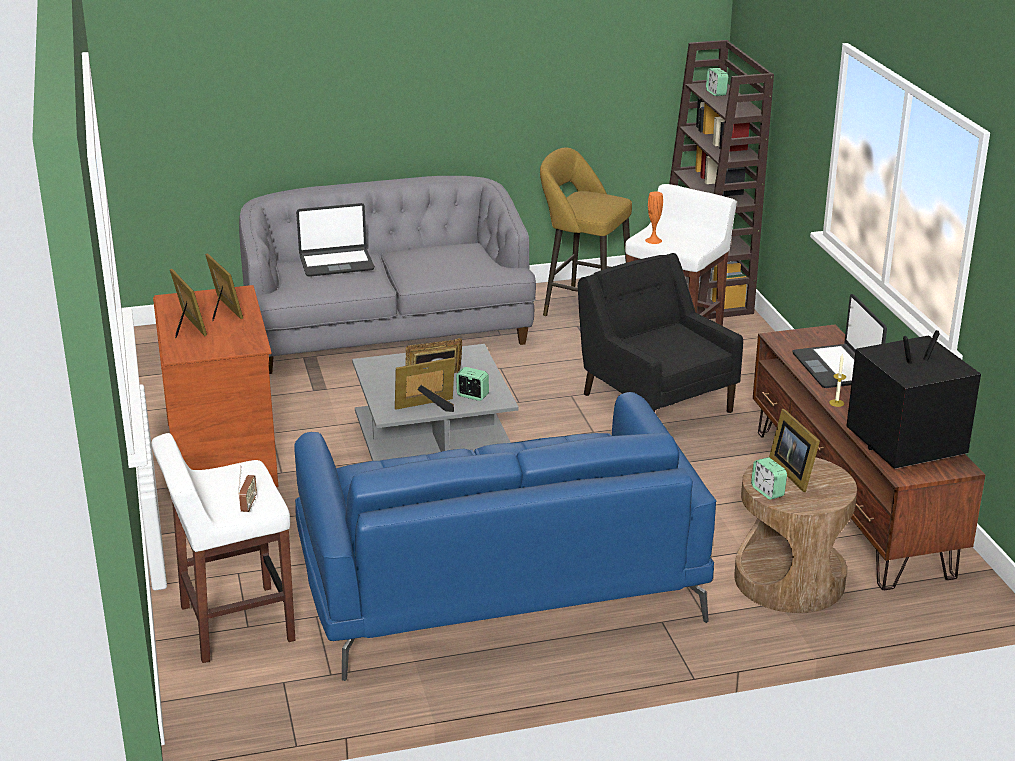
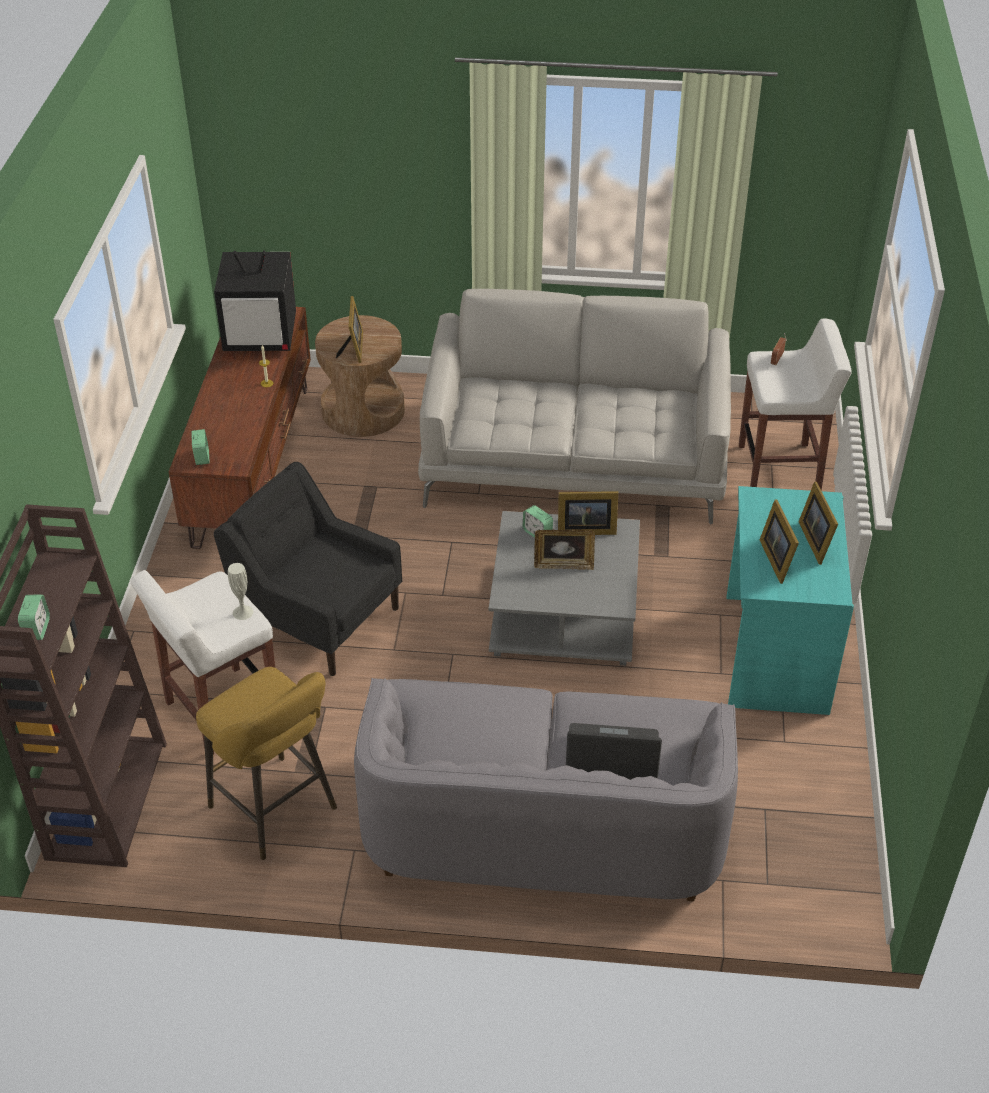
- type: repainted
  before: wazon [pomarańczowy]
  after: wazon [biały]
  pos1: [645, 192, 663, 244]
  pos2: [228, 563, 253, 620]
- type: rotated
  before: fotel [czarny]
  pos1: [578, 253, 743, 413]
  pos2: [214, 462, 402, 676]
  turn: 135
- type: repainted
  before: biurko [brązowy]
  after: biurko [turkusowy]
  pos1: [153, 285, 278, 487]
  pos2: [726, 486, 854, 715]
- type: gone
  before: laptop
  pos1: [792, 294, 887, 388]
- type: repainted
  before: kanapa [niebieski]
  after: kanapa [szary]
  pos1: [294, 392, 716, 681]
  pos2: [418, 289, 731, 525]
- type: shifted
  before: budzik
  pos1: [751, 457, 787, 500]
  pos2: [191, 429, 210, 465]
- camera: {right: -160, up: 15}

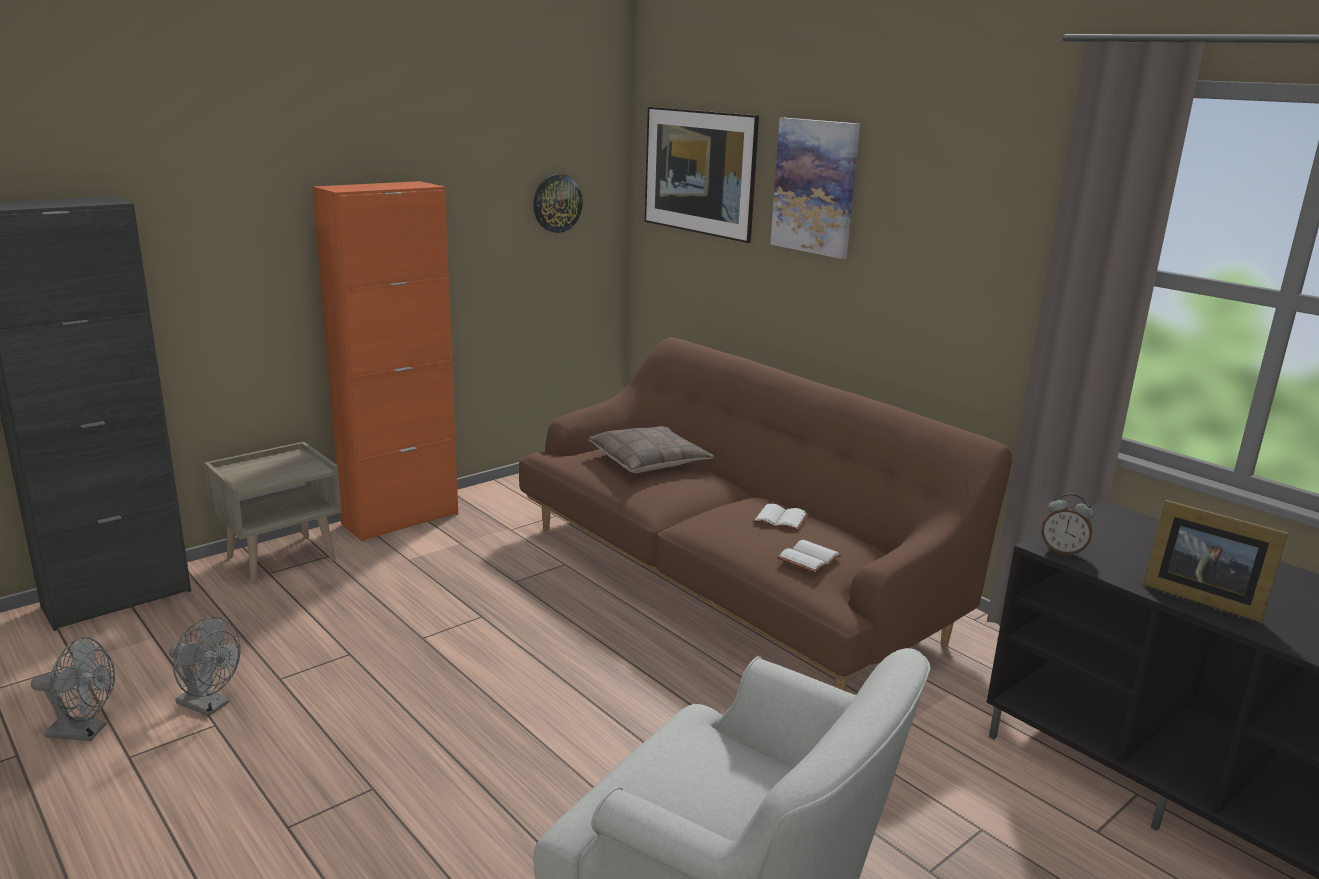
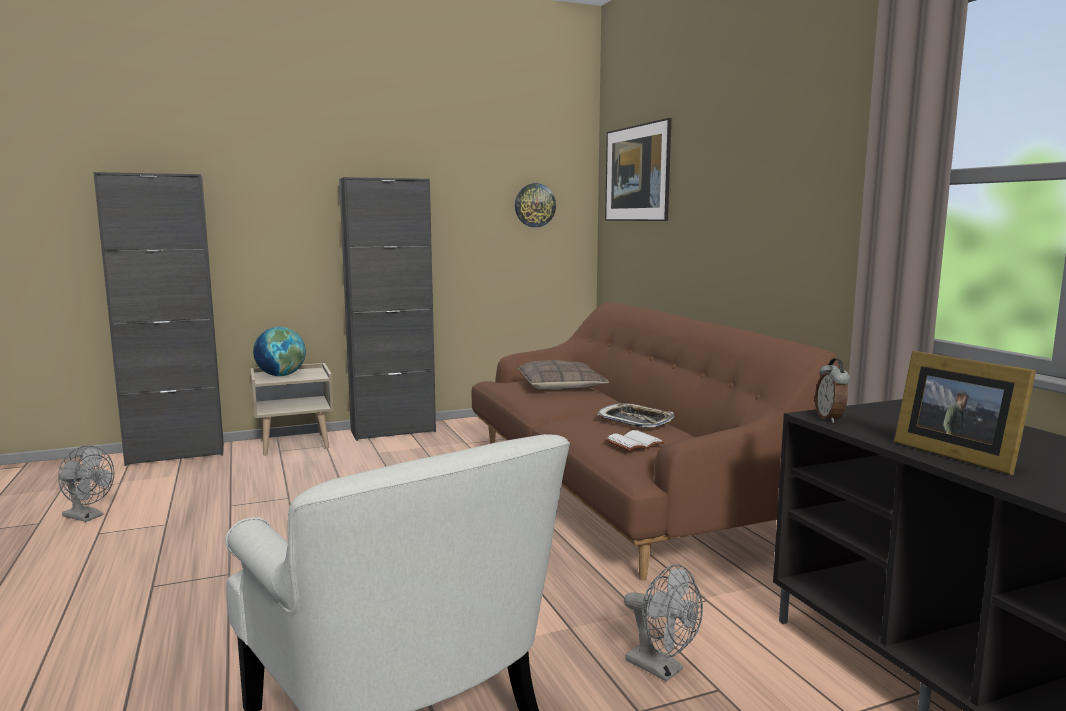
- type: gone
  before: obraz
  pos1: [770, 118, 860, 259]
- type: repainted
  before: szafka [pomarańczowy]
  after: szafka [czarny]
  pos1: [312, 181, 458, 542]
  pos2: [339, 177, 436, 441]
- type: rotated
  before: budzik
  pos1: [1042, 493, 1094, 556]
  pos2: [815, 358, 850, 423]
  turn: 45
- type: swapped
  before: książka [biały]
  after: taca
  pos1: [753, 504, 808, 531]
  pos2: [597, 403, 674, 428]
- type: shifted
  before: wentylator [szary]
  pos1: [169, 617, 241, 716]
  pos2: [624, 564, 703, 682]
- type: new
  after: globus
  pos2: [253, 327, 306, 376]
- camera: {right: 20, up: -10}

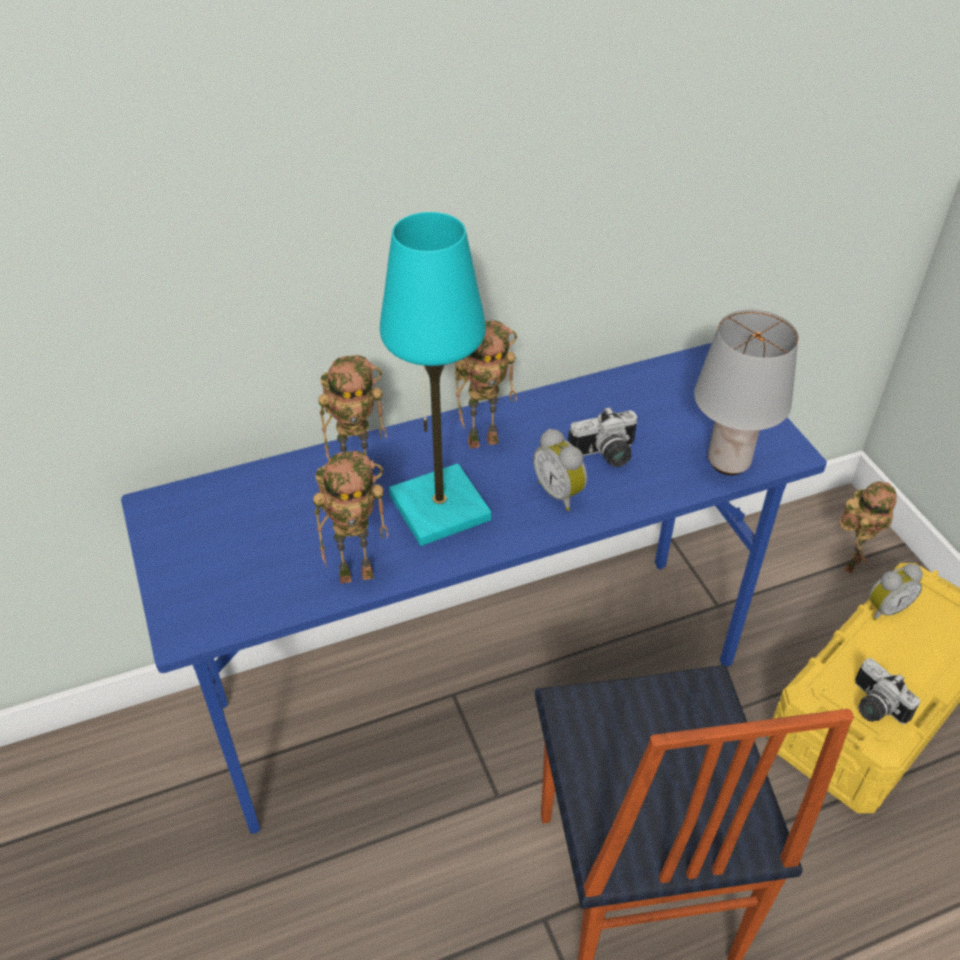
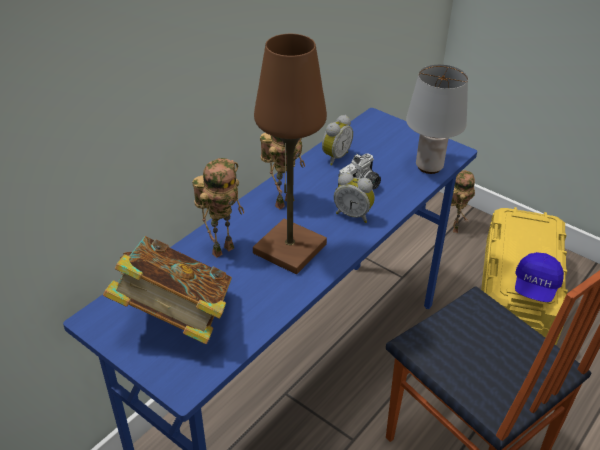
- type: repainted
  before: lampa stołowa [turkusowy]
  after: lampa stołowa [brązowy]
  pos1: [380, 212, 491, 546]
  pos2: [253, 34, 327, 274]
- type: gone
  before: robot zabawkowy
  pos1: [313, 451, 388, 584]
- type: shifted
  before: budzik
  pos1: [869, 564, 923, 621]
  pos2: [322, 115, 353, 165]
- type: swapped
  before: aparat fotograficzny
  after: czapka z daszkiem [niebieski]
  pos1: [855, 658, 920, 724]
  pos2: [515, 252, 564, 302]
- type: new
  after: książka
  pos2: [103, 236, 232, 344]
- camera: {right: -30, up: -5}

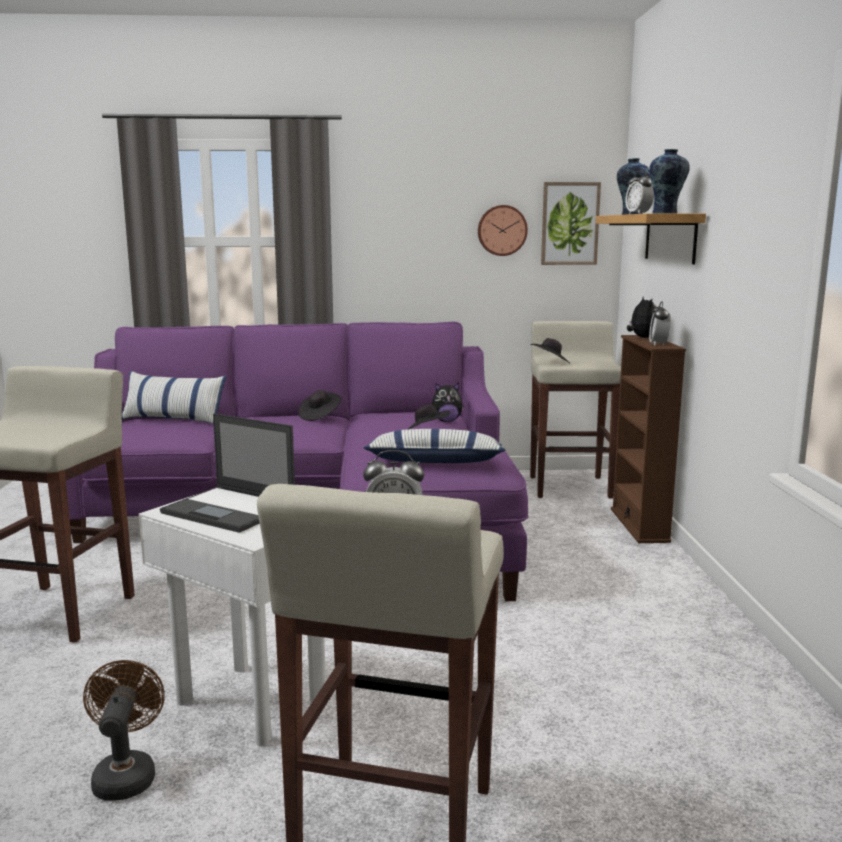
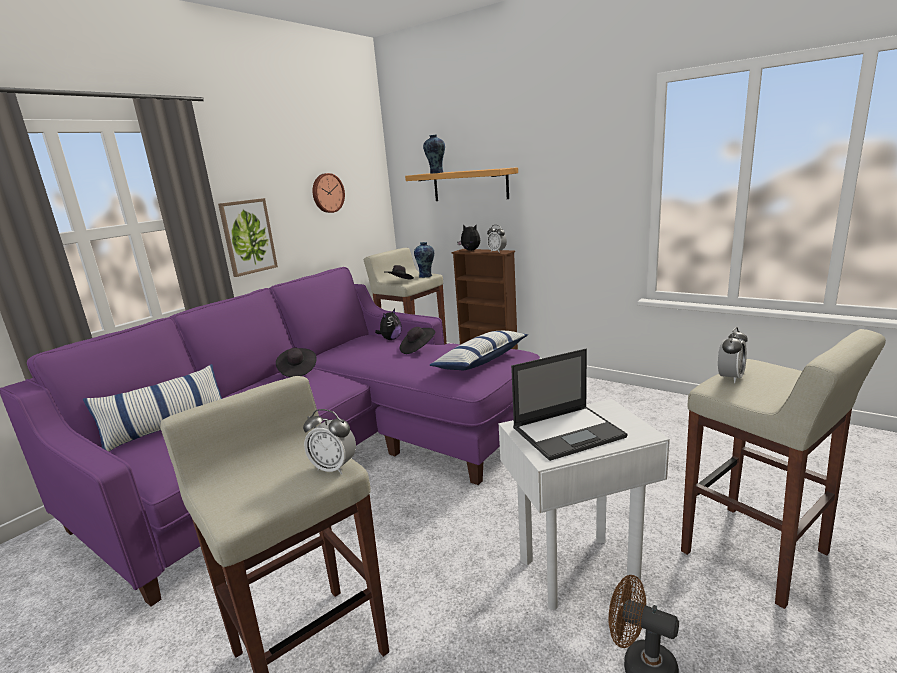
- type: shifted
  before: wazon
  pos1: [649, 149, 690, 214]
  pos2: [414, 242, 434, 278]
- type: shifted
  before: budzik
  pos1: [625, 171, 654, 214]
  pos2: [303, 409, 356, 475]
- type: shifted
  before: obraz
  pos1: [541, 182, 601, 265]
  pos2: [218, 198, 278, 277]
- camera: {right: -50, up: 5}

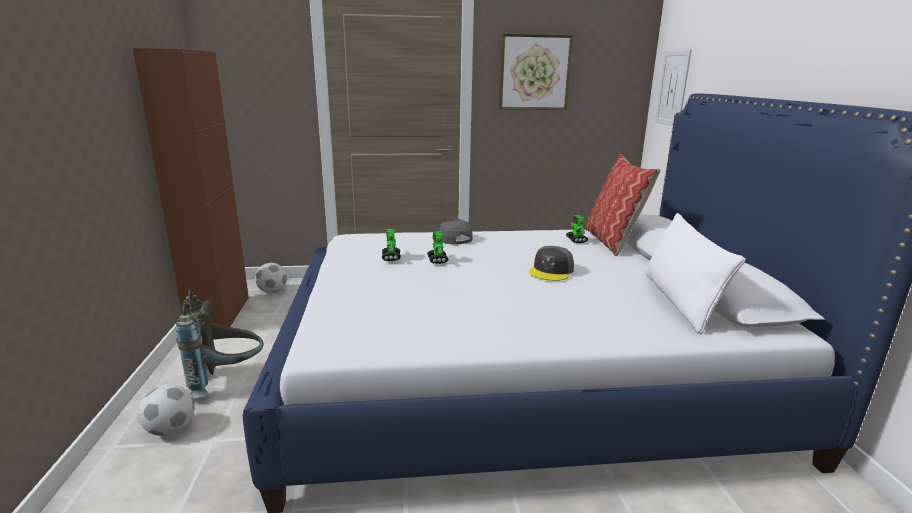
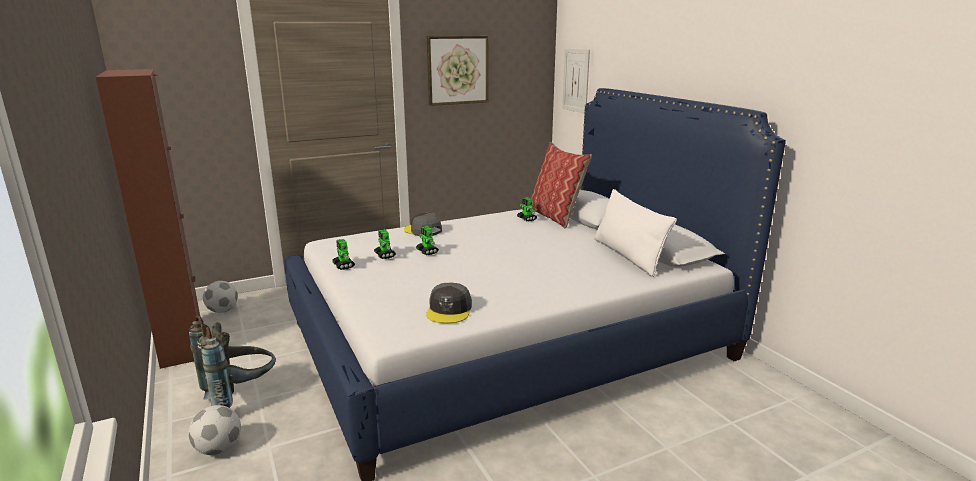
- type: shifted
  before: czapka z daszkiem [szary]
  pos1: [529, 246, 574, 281]
  pos2: [426, 283, 472, 324]
- type: new
  after: robot zabawkowy
  pos2: [332, 239, 355, 270]
- camera: {right: -20, up: 0}

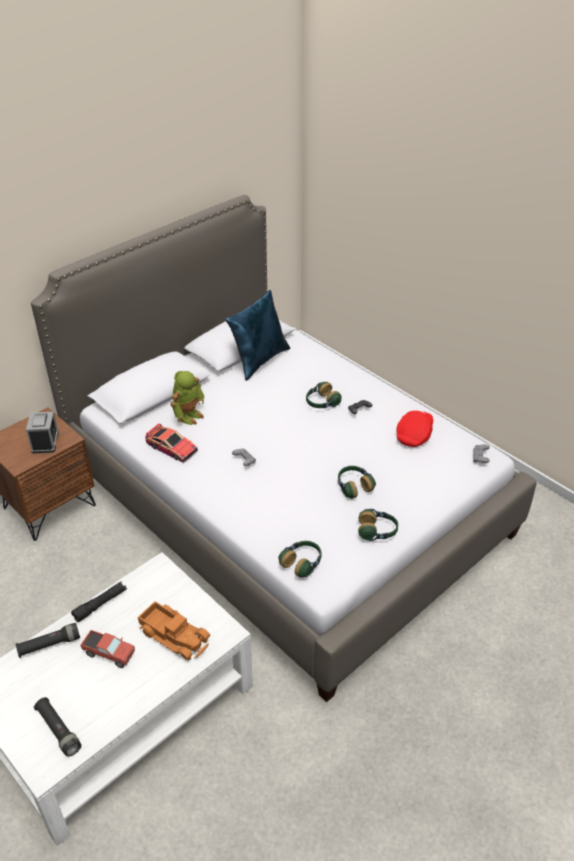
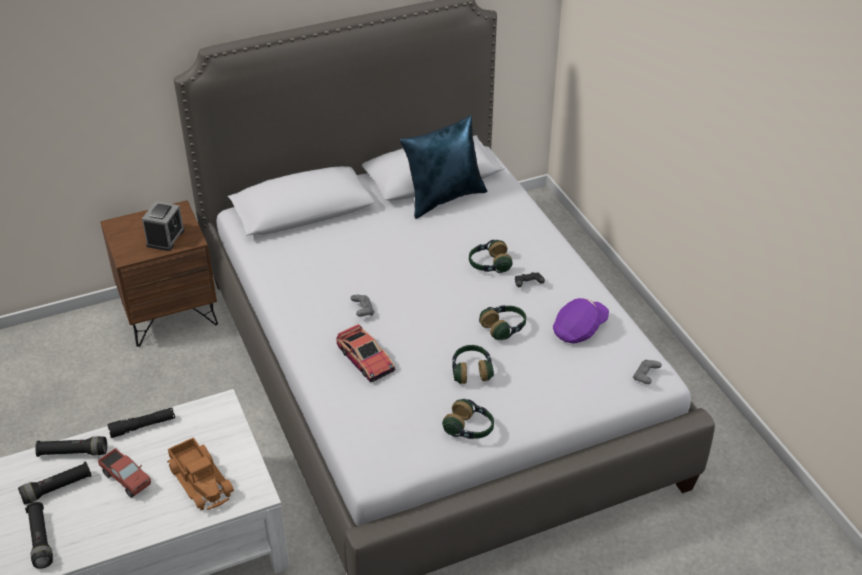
- type: gone
  before: robot zabawkowy
  pos1: [171, 371, 205, 425]
- type: repainted
  before: czapka z daszkiem [czerwony]
  after: czapka z daszkiem [fioletowy]
  pos1: [397, 410, 433, 447]
  pos2: [553, 298, 609, 343]
- type: shifted
  before: samochodzik
  pos1: [145, 423, 198, 462]
  pos2: [336, 324, 396, 382]
- type: shifted
  before: słuchawki
  pos1: [278, 541, 321, 578]
  pos2: [479, 305, 526, 340]
- type: new
  after: latarka [czarny]
  pos2: [18, 461, 92, 505]
- camera: {right: 20, up: 0}

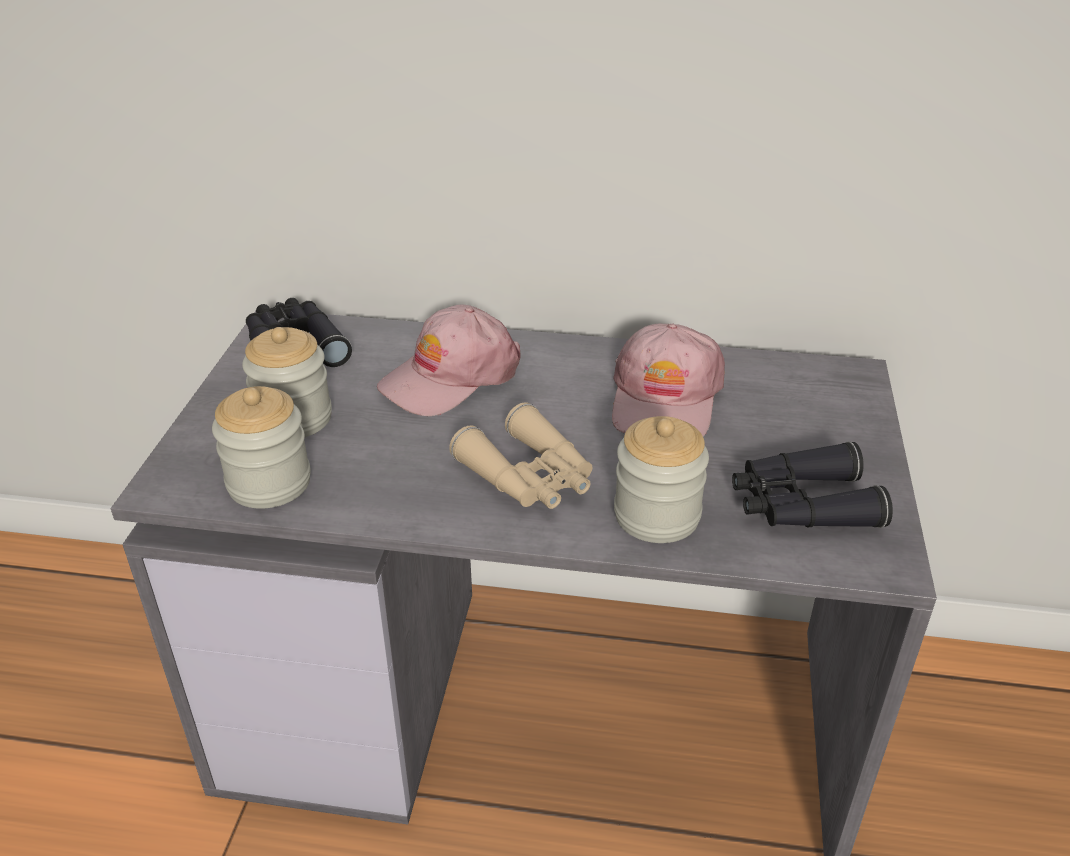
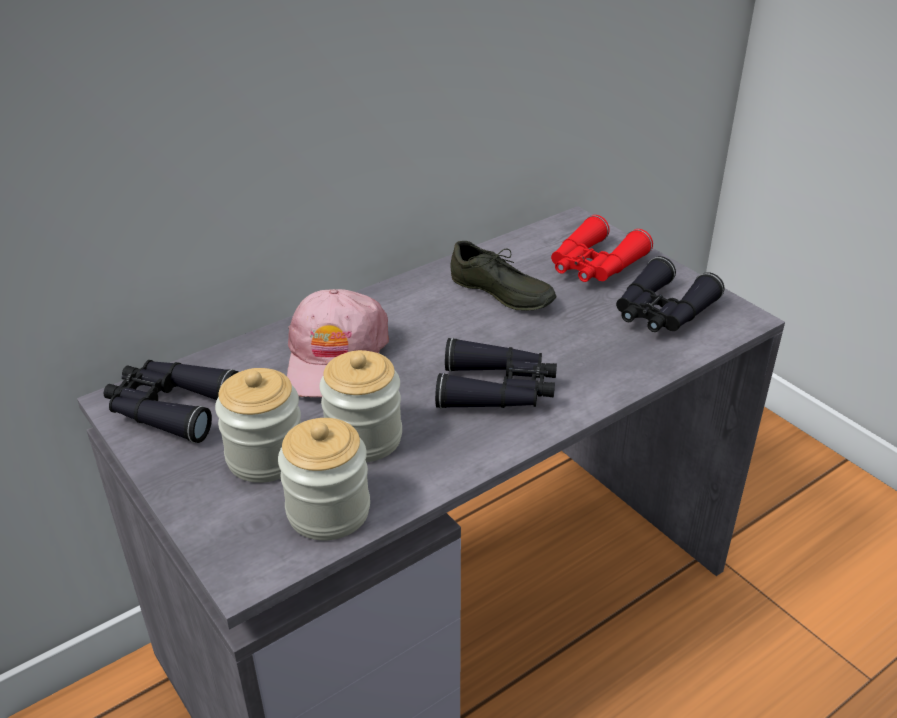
- type: swapped
  before: czapka z daszkiem [różowy]
  after: but [szary]
  pos1: [612, 323, 725, 437]
  pos2: [451, 241, 557, 311]
- type: repainted
  before: lornetka [beżowy]
  after: lornetka [czarny]
  pos1: [449, 402, 592, 509]
  pos2: [435, 338, 557, 409]
- type: shifted
  before: słoik
  pos1: [614, 416, 709, 543]
  pos2: [319, 350, 402, 462]
- type: new
  after: lornetka [czerwony]
  pos2: [551, 215, 653, 282]
- camera: {right: -45, up: 0}

